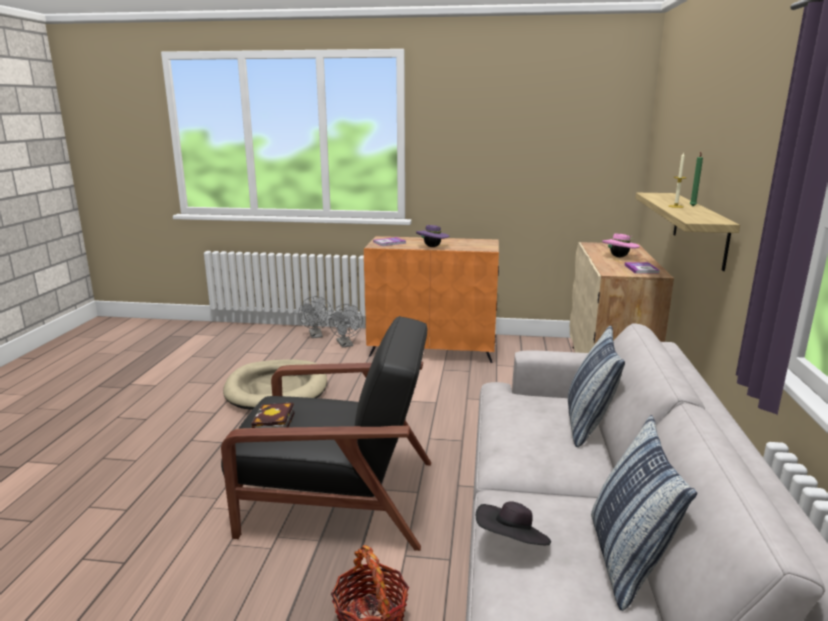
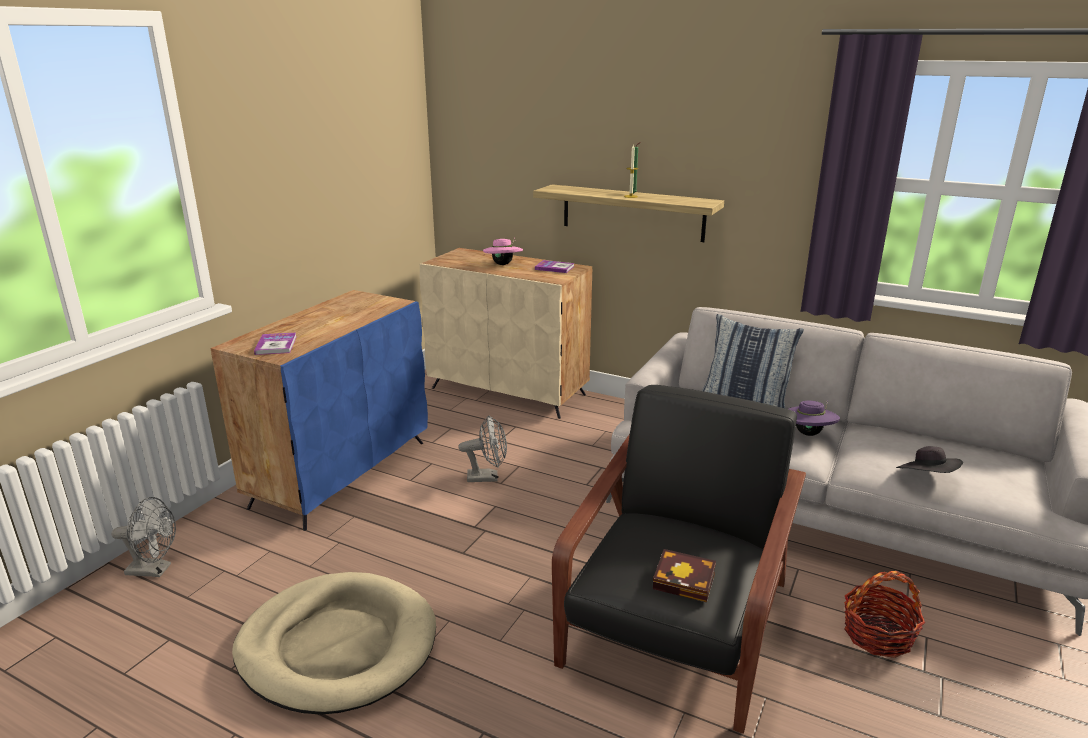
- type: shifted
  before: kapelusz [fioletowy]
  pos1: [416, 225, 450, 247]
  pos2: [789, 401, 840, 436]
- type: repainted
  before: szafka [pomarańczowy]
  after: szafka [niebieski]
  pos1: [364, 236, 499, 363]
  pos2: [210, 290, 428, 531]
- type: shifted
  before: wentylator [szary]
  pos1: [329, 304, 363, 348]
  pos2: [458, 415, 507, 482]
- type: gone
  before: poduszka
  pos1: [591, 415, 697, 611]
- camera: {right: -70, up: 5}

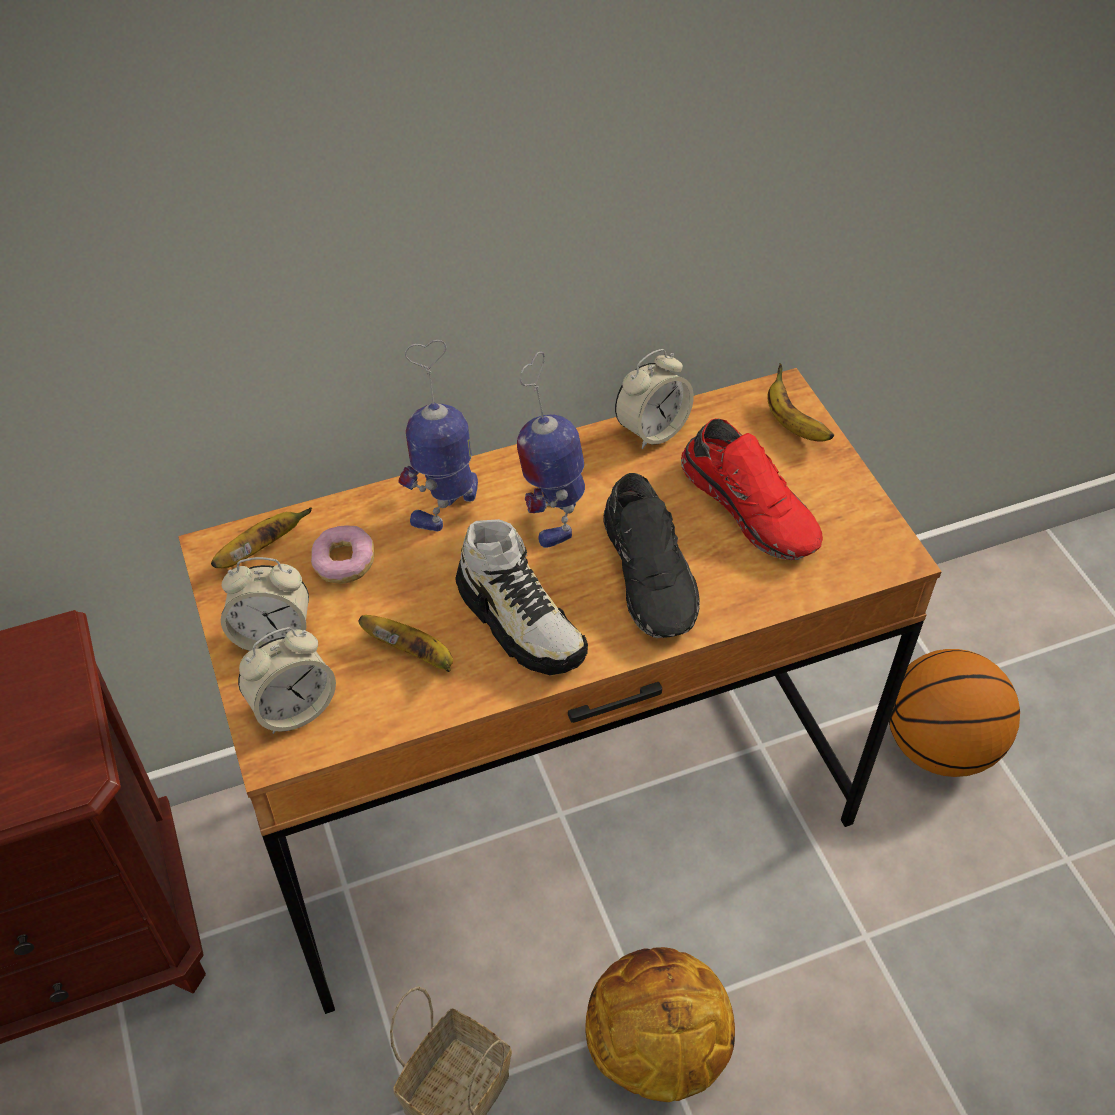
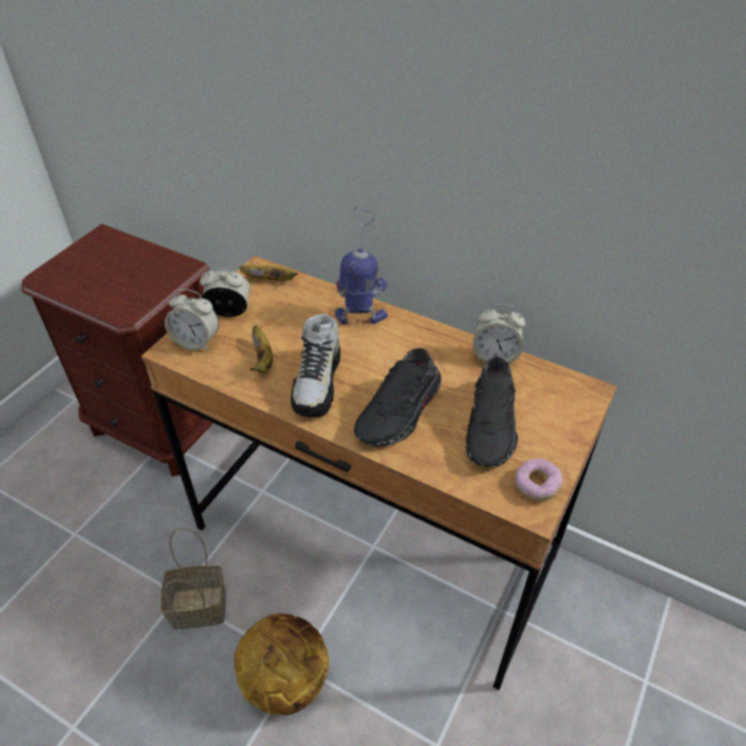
- type: gone
  before: robot zabawkowy
  pos1: [517, 351, 585, 548]
- type: gone
  before: banan
  pos1: [767, 363, 834, 442]
- type: repainted
  before: but [czerwony]
  after: but [czarny]
  pos1: [681, 418, 823, 560]
  pos2: [466, 357, 518, 467]
- type: shifted
  before: donut
  pos1: [311, 525, 374, 584]
  pos2: [515, 458, 563, 501]
- type: rotated
  before: budzik
  pos1: [221, 557, 309, 651]
  pos2: [200, 268, 251, 317]
  turn: 135
- type: gone
  before: piłka do koszykówki
  pos1: [889, 649, 1020, 777]
- camera: {right: 50, up: -5}

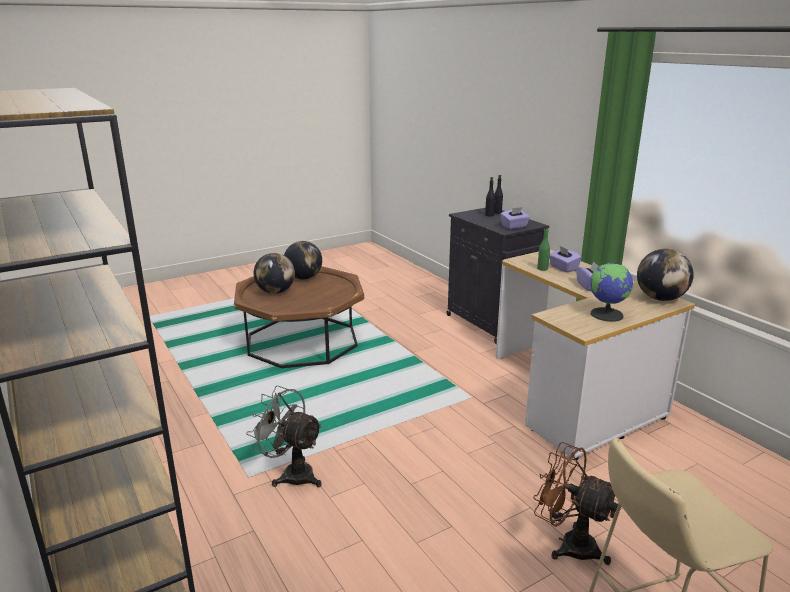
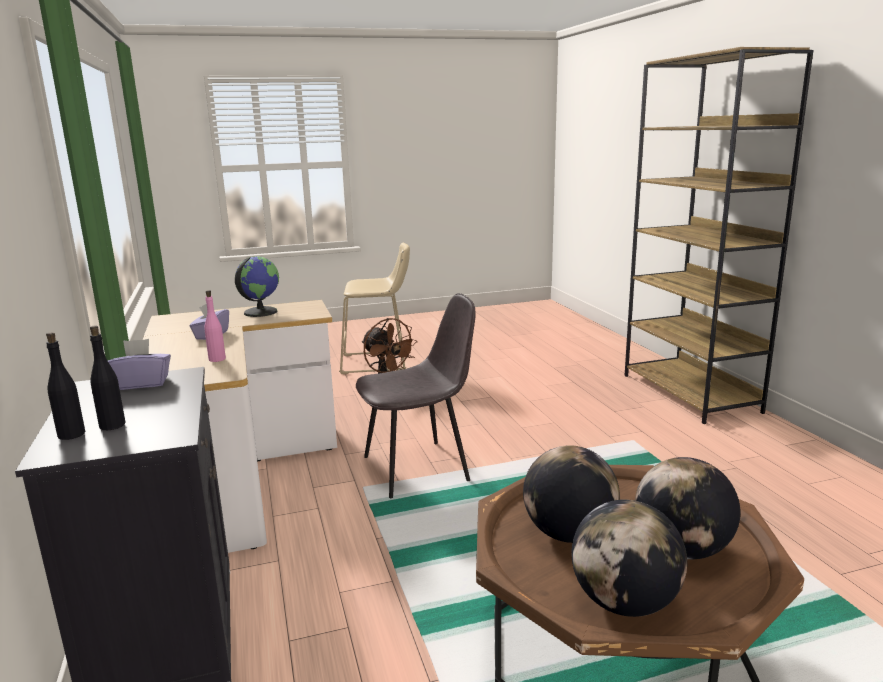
- type: repainted
  before: butelka [zielony]
  after: butelka [różowy]
  pos1: [537, 225, 550, 271]
  pos2: [204, 290, 226, 362]
- type: gone
  before: pudełko chusteczek [fioletowy]
  pos1: [549, 245, 582, 272]
- type: shifted
  before: globus
  pos1: [637, 249, 694, 301]
  pos2: [523, 445, 620, 543]
- type: gone
  before: wentylator [szary]
  pos1: [246, 385, 322, 487]
- type: new
  after: krzesło [szary]
  pos2: [356, 293, 476, 498]
- camera: {right: -165, up: -5}

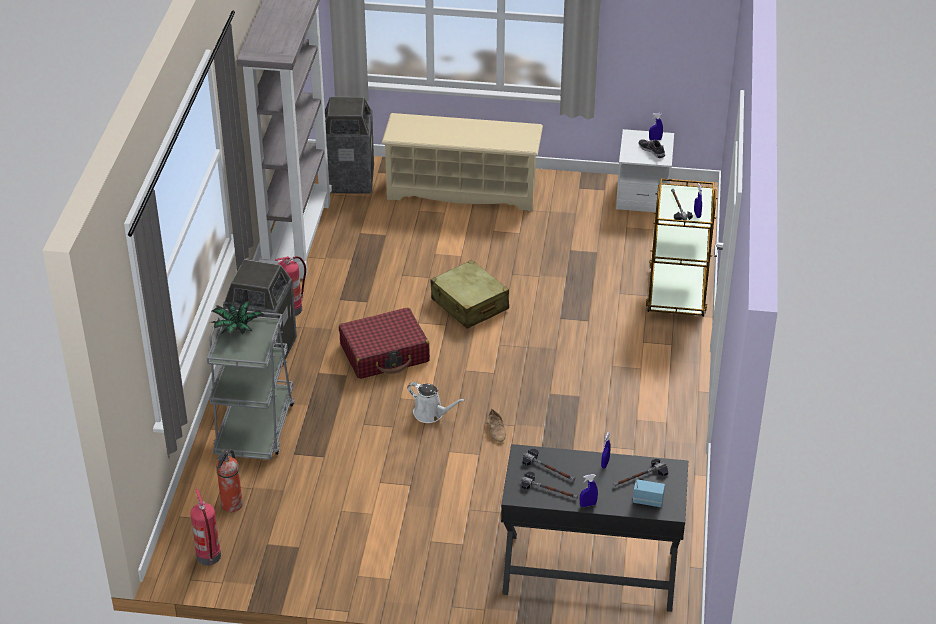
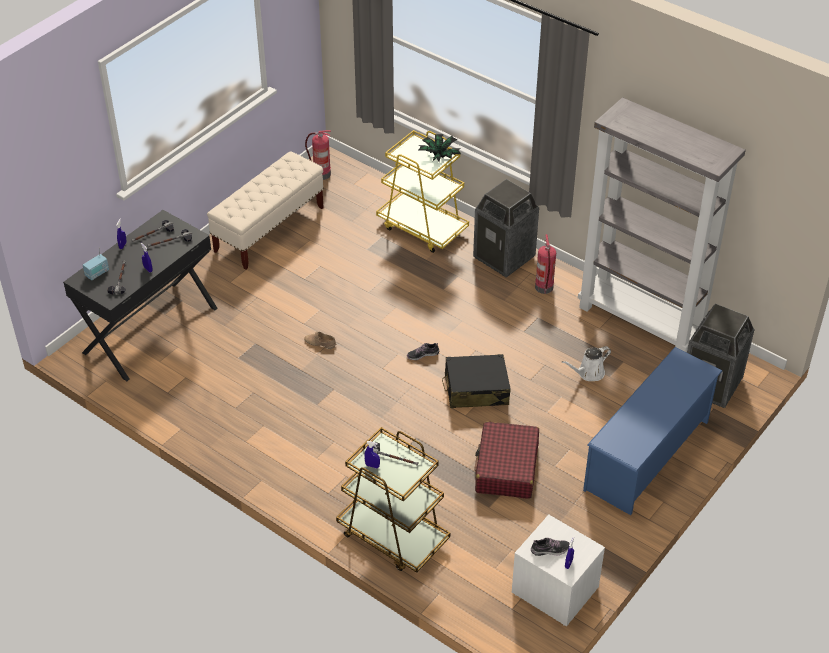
- type: repainted
  before: regał na buty [beżowy]
  after: regał na buty [niebieski]
  pos1: [382, 113, 543, 211]
  pos2: [583, 347, 722, 515]
- type: repainted
  before: walizka [beżowy]
  after: walizka [czarny]
  pos1: [430, 260, 509, 329]
  pos2: [442, 354, 511, 408]
- type: shifted
  before: walizka [czerwony]
  pos1: [339, 308, 430, 379]
  pos2: [475, 421, 539, 499]
- type: repainted
  before: wózek [szary]
  after: wózek [żółty]
  pos1: [207, 309, 295, 460]
  pos2: [376, 130, 469, 253]
- type: shifted
  before: konewka [biały]
  pos1: [407, 382, 465, 423]
  pos2: [562, 346, 611, 381]
- type: gone
  before: gaśnica
  pos1: [216, 449, 243, 512]
- type: new
  after: ławka [beżowy]
  pos2: [207, 151, 324, 270]
- type: new
  after: but
  pos2: [407, 343, 439, 360]
- camera: {right: 120, up: 5}

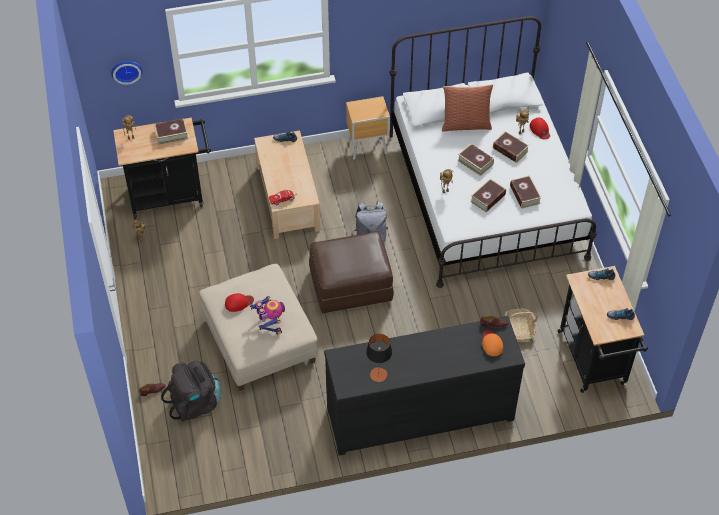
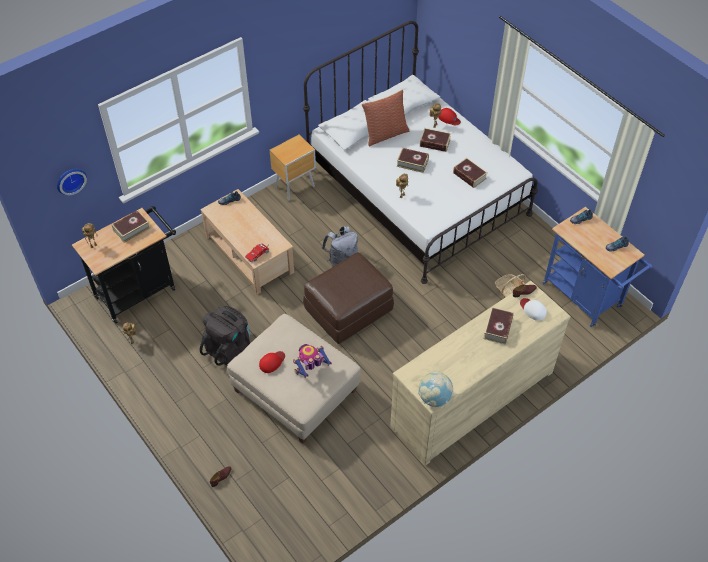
- type: shifted
  before: książka
  pos1: [470, 179, 506, 212]
  pos2: [483, 307, 514, 344]
- type: repainted
  before: wózek [czarny]
  after: wózek [niebieski]
  pos1: [558, 266, 648, 393]
  pos2: [543, 207, 652, 327]
- type: rotated
  before: robot zabawkowy
  pos1: [250, 296, 285, 335]
  pos2: [293, 344, 332, 378]
  turn: -75
- type: repainted
  before: komoda [czarny]
  after: komoda [beżowy]
  pos1: [324, 316, 525, 456]
  pos2: [390, 281, 570, 466]
- type: repainted
  before: czapka z daszkiem [pomarańczowy]
  after: czapka z daszkiem [biały]
  pos1: [482, 330, 503, 356]
  pos2: [520, 298, 547, 321]
- type: gone
  before: lampa stołowa
  pos1: [366, 334, 392, 382]
- type: shifted
  before: plecak [czarny]
  pos1: [161, 361, 221, 422]
  pos2: [200, 306, 250, 366]
- type: new
  after: globus
  pos2: [418, 371, 454, 407]
- camera: {right: -25, up: 0}

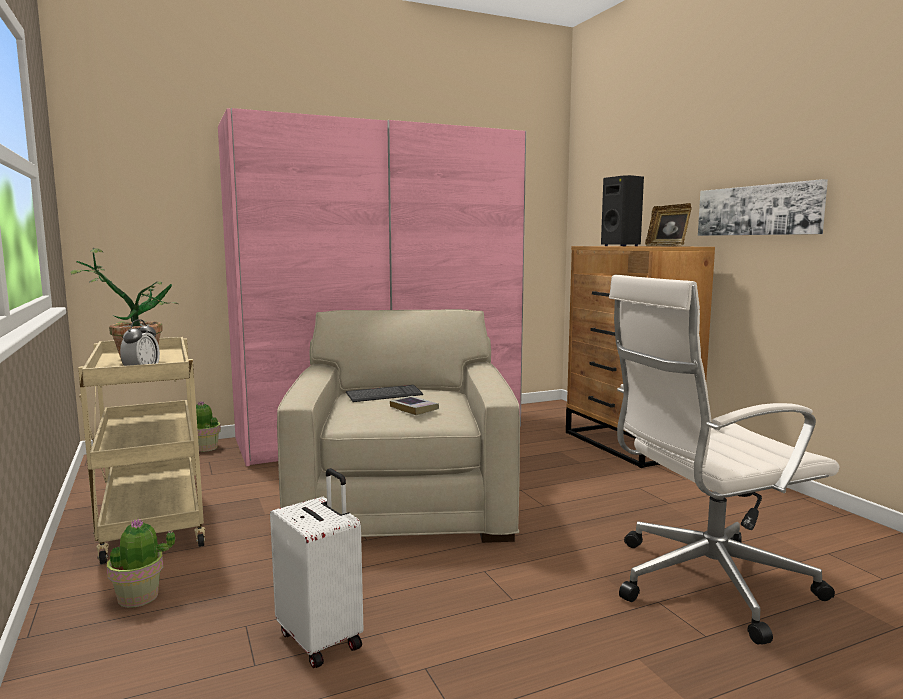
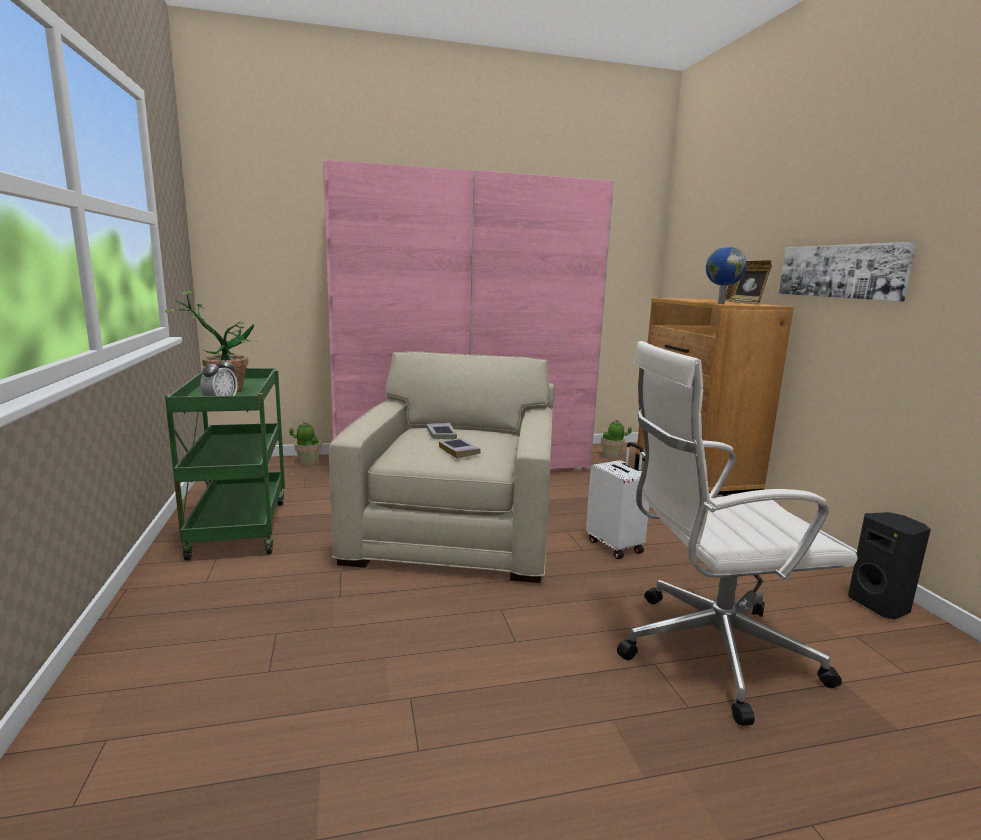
- type: shifted
  before: głośnik [czarny]
  pos1: [601, 175, 644, 246]
  pos2: [848, 512, 931, 620]
- type: repainted
  before: wózek [beżowy]
  after: wózek [zielony]
  pos1: [78, 337, 205, 564]
  pos2: [165, 368, 285, 561]
- type: swapped
  before: klawiatura
  after: książka
  pos1: [346, 385, 423, 402]
  pos2: [427, 423, 457, 439]
- type: shifted
  before: walizka [biały]
  pos1: [270, 468, 363, 668]
  pos2: [586, 442, 649, 559]
- type: shifted
  before: roślina doniczkowa
  pos1: [107, 519, 176, 608]
  pos2: [601, 420, 632, 459]
- type: new
  after: globus
  pos2: [706, 247, 747, 304]
- camera: {right: 10, up: 5}

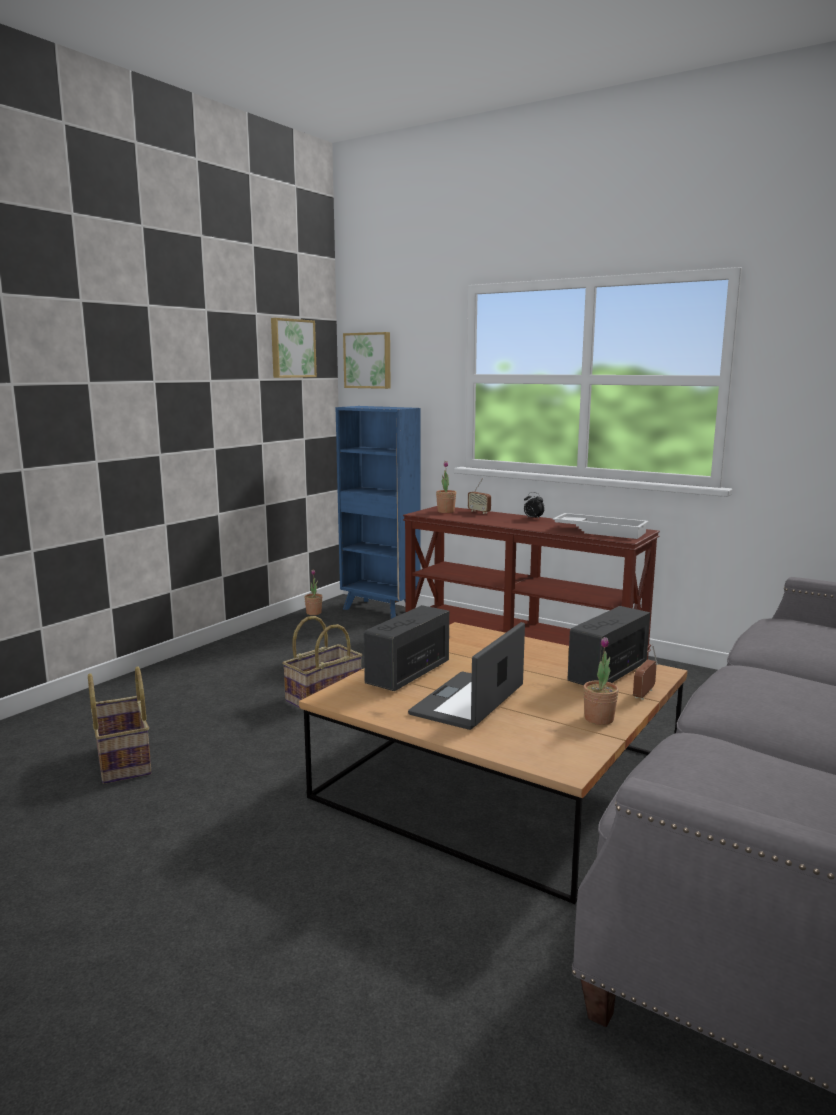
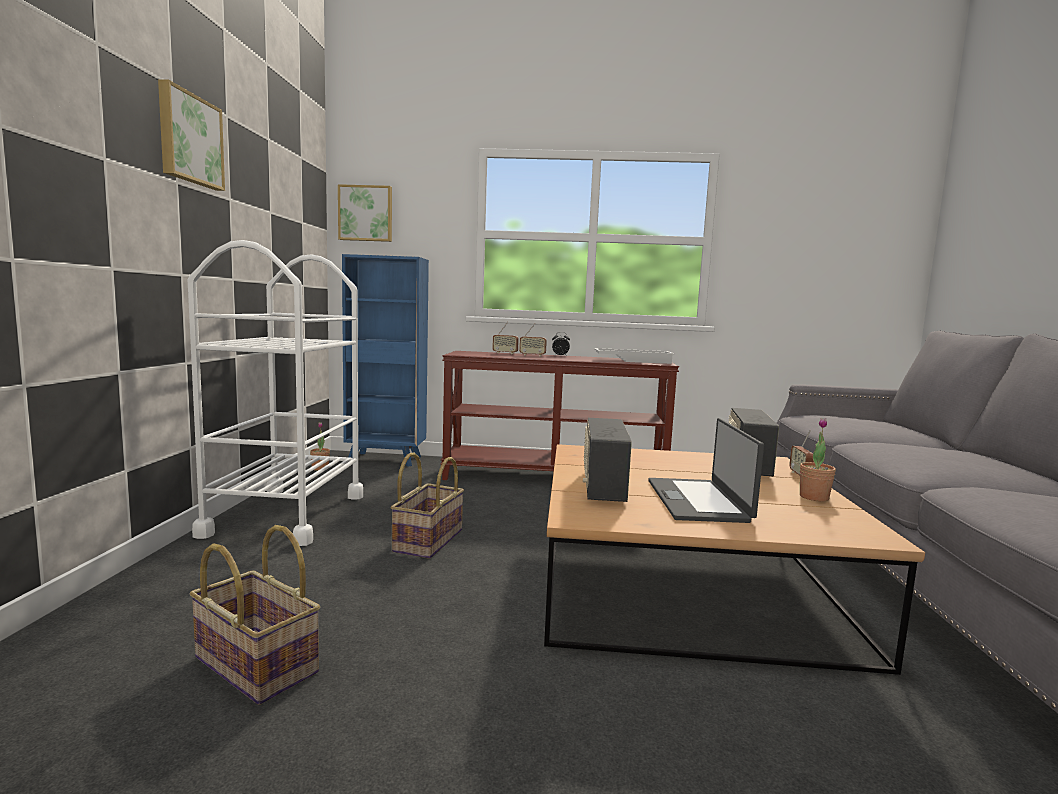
- type: shifted
  before: obraz
  pos1: [271, 318, 317, 378]
  pos2: [158, 79, 225, 191]
- type: gone
  before: roślina doniczkowa
  pos1: [436, 461, 456, 513]
- type: new
  after: wózek [biały]
  pos2: [188, 240, 363, 546]
- type: new
  after: radio
  pos2: [519, 324, 547, 356]
- camera: {right: -30, up: -5}

